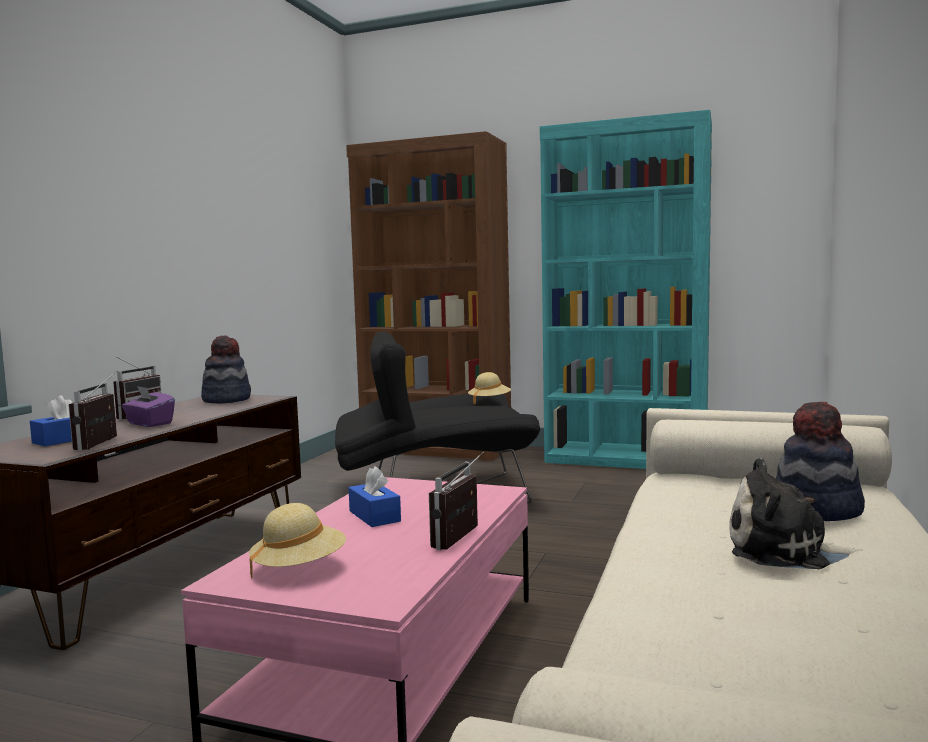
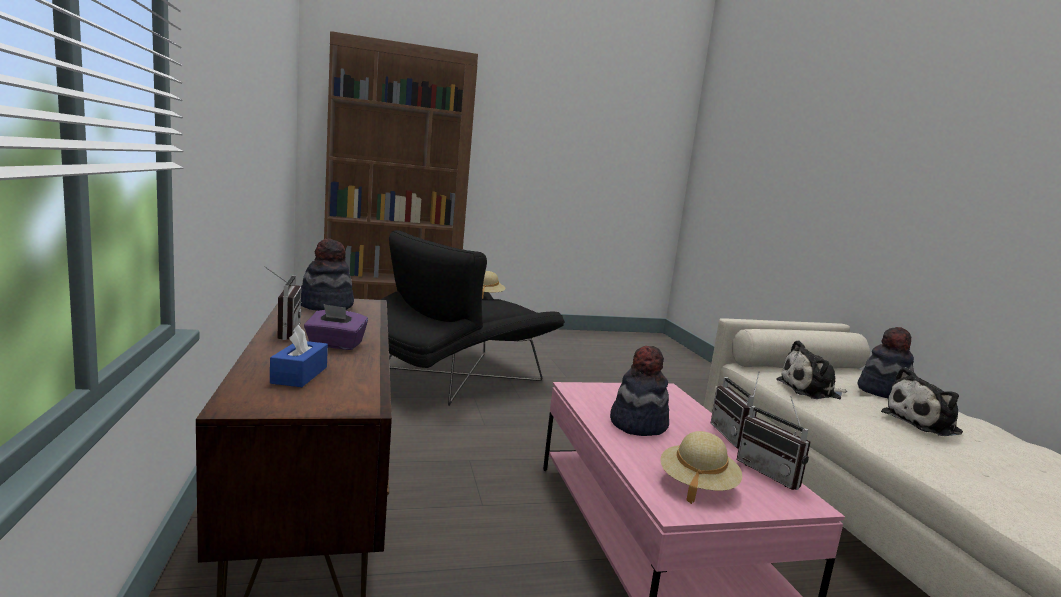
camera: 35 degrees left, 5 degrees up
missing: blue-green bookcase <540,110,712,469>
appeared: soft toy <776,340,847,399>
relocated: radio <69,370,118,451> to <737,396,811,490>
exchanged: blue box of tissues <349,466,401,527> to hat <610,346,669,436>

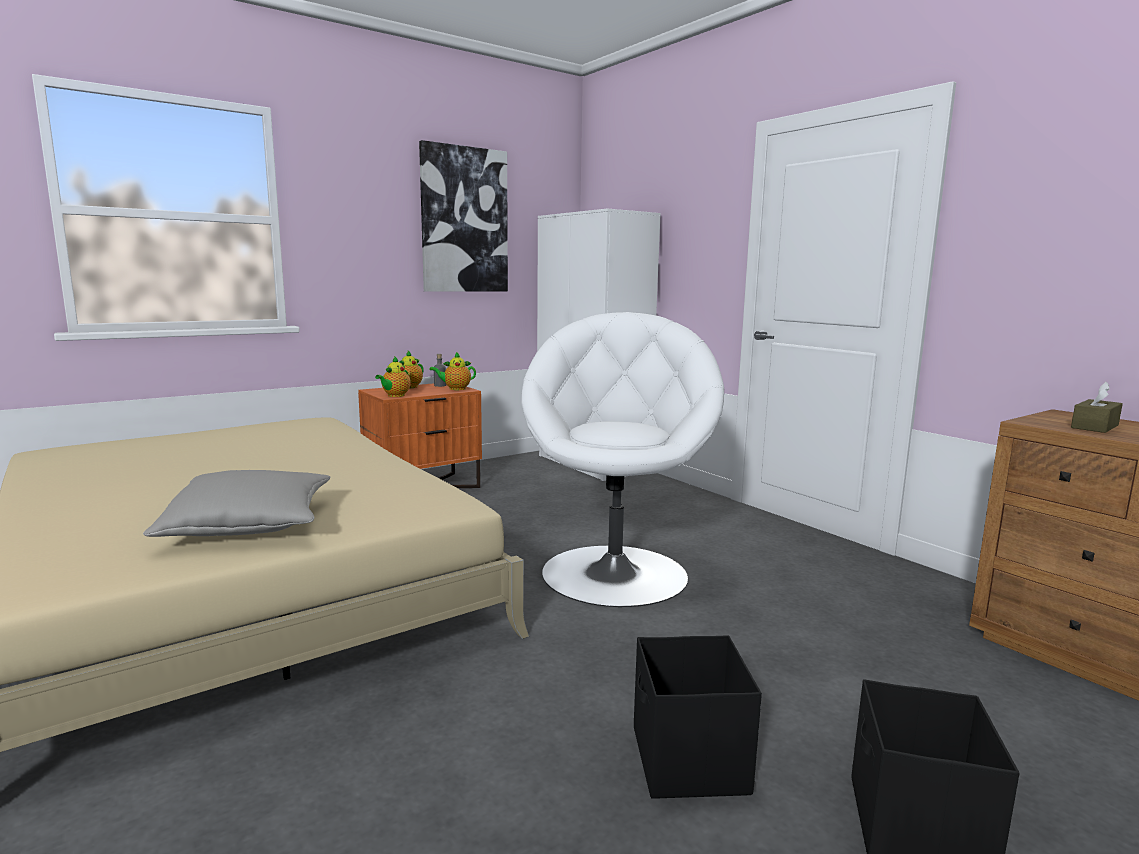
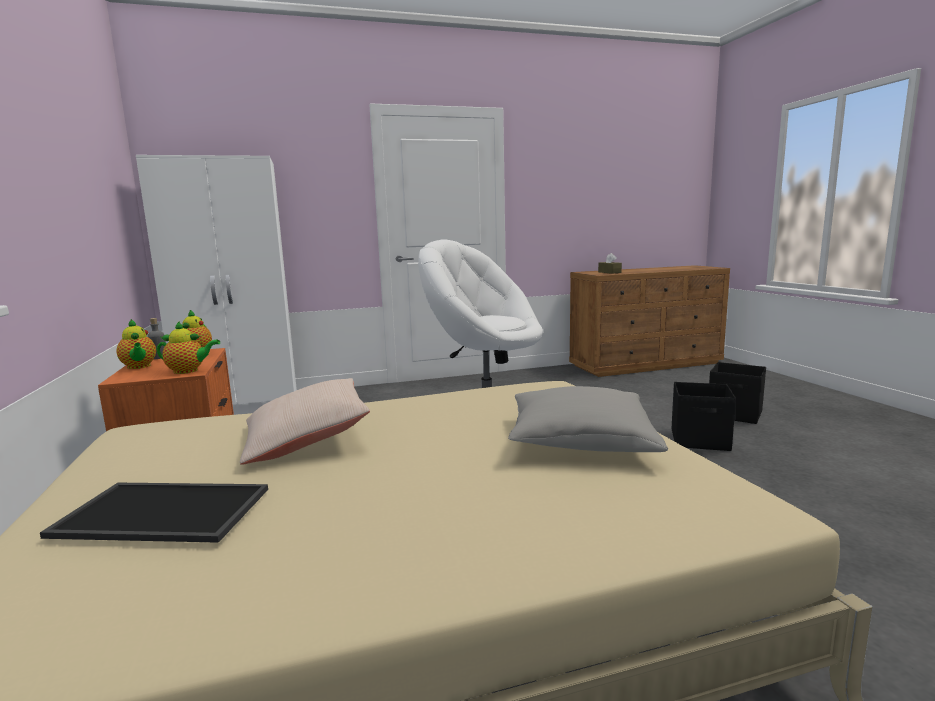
camera: 70 degrees left, 0 degrees up
missing: wall picture <419,140,508,292>
appeared: carrying tray <40,483,268,543>; beige throw pillow <240,378,370,465>
spun: pot for tea <375,356,411,397> = <157,321,220,374> 45 degrees counterclockwise

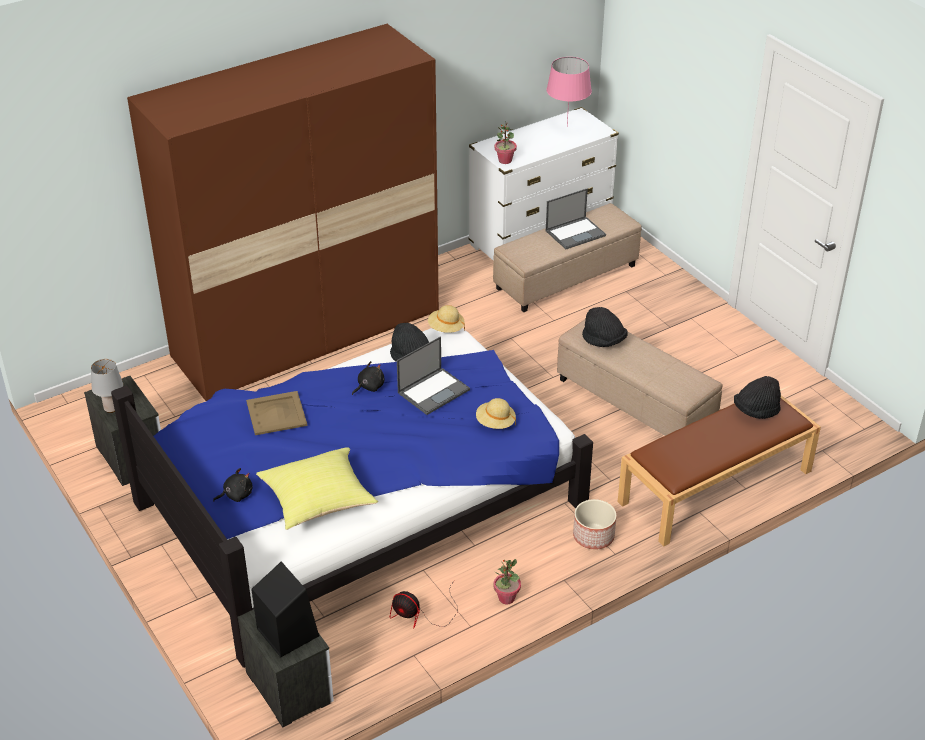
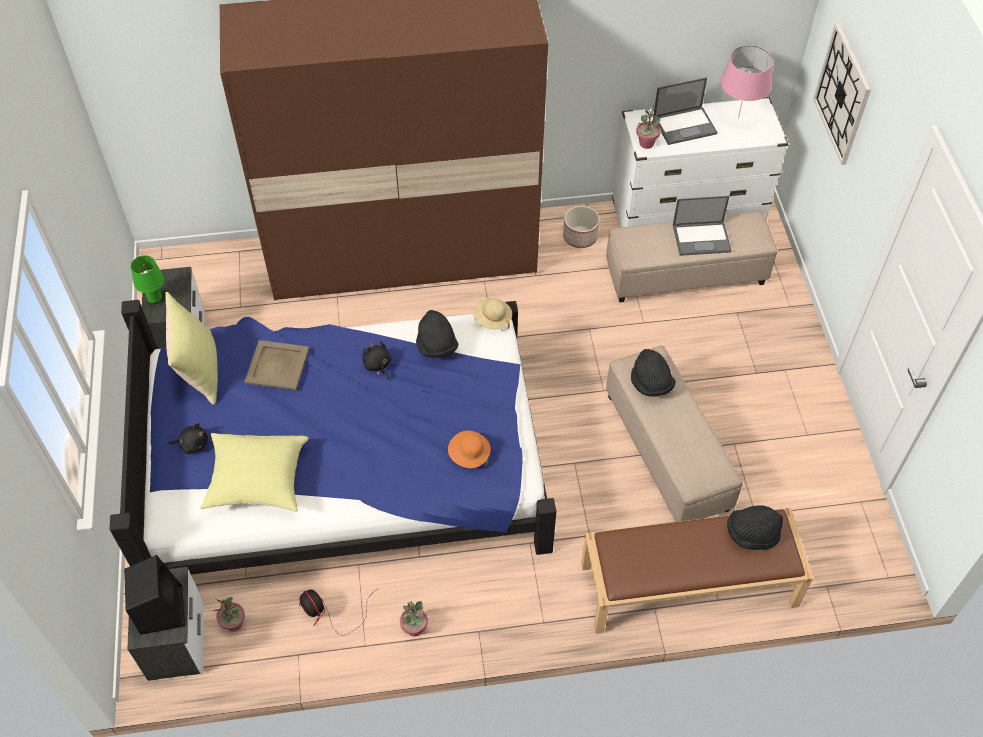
camera: 25 degrees right, 15 degrees up
appeared: yellowish throw pillow <165,292,218,405>; houseplant <214,597,245,632>; clock on the wall <813,23,871,165>
relocated: laptop <397,336,470,415> to <653,77,718,145>; flower pot <573,499,617,549> to <563,206,600,248>
colour: grey lamp for a table <91,359,123,413> to green-coloured lamp for a table <131,256,164,303>; beige hat <476,398,516,429> to orange hat <448,431,491,468>
spun: black soft toy <352,361,384,395> = <363,341,391,380> 105 degrees counterclockwise

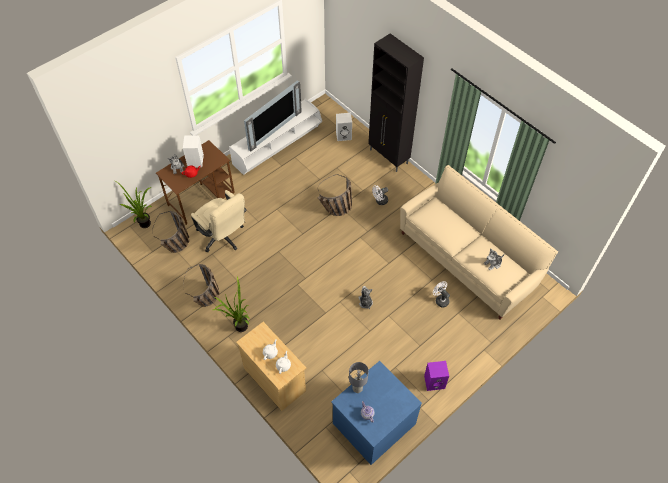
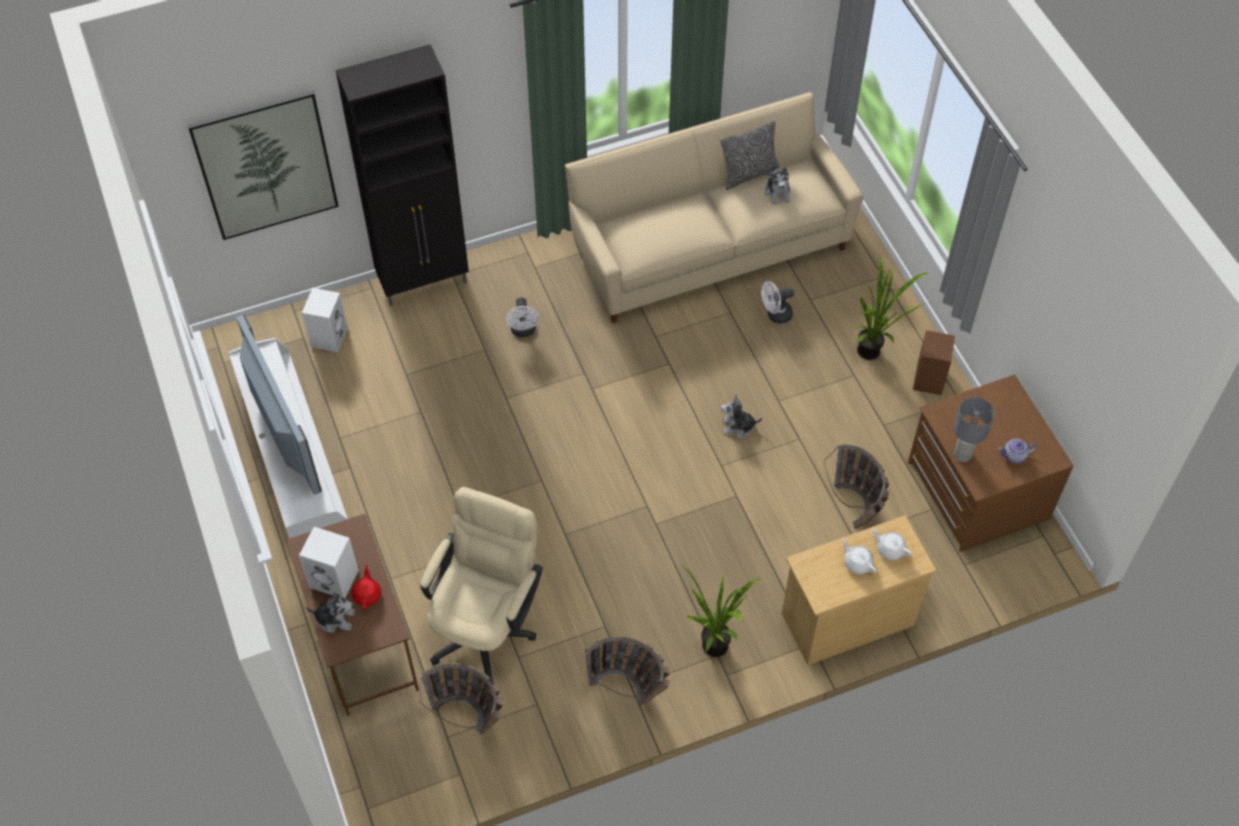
camera: 70 degrees left, 0 degrees up
appeared: wall picture <188,90,339,240>; throw pillow <721,121,780,190>
relocated: houseplant <116,181,153,228> to <856,257,928,360>; basket <317,174,352,216> to <824,444,889,529>
colour: blue chest of drawers <331,361,422,465> to brown-coloured chest of drawers <908,375,1074,552>; purplish audio speaker <424,361,449,391> to brown-coloured audio speaker <913,330,955,395>
spun: beige desk chair <191,190,247,252> = <421,487,543,685> 45 degrees counterclockwise

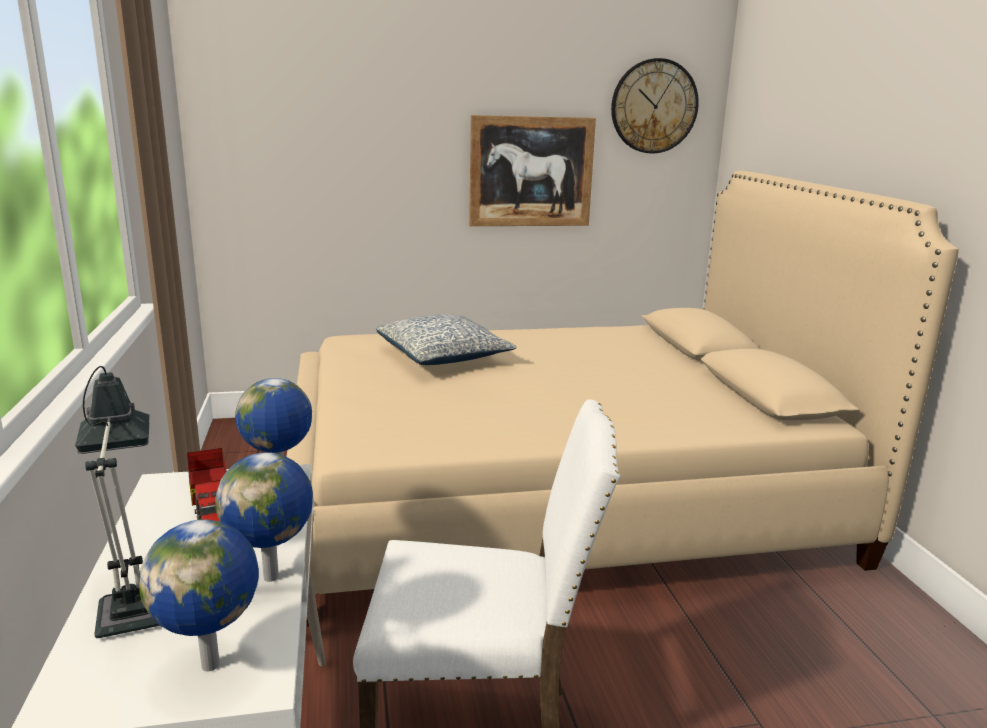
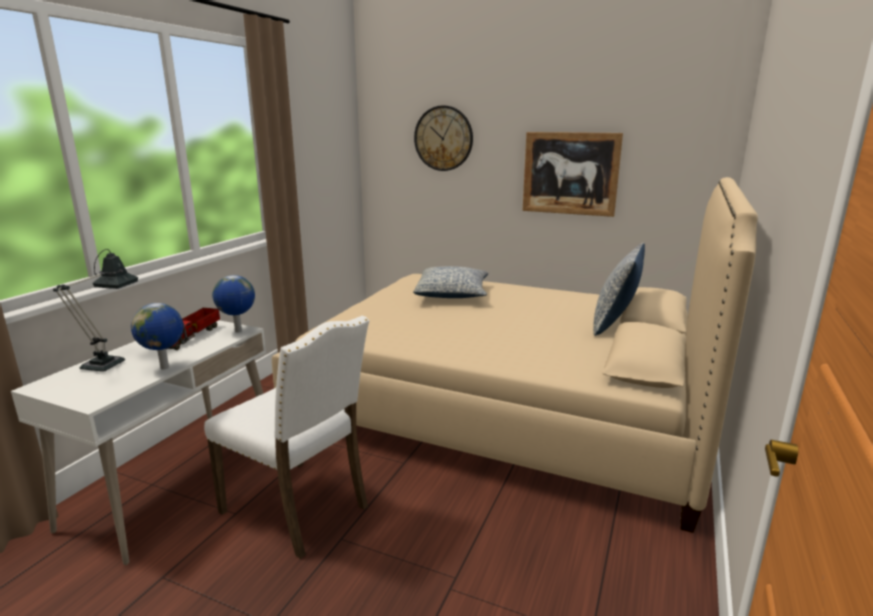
camera: 35 degrees right, 0 degrees up
missing: globe <139,520,259,671>
appeared: throw pillow <593,243,645,336>
relocated: clock on the wall <611,58,699,154> to <414,105,473,171>

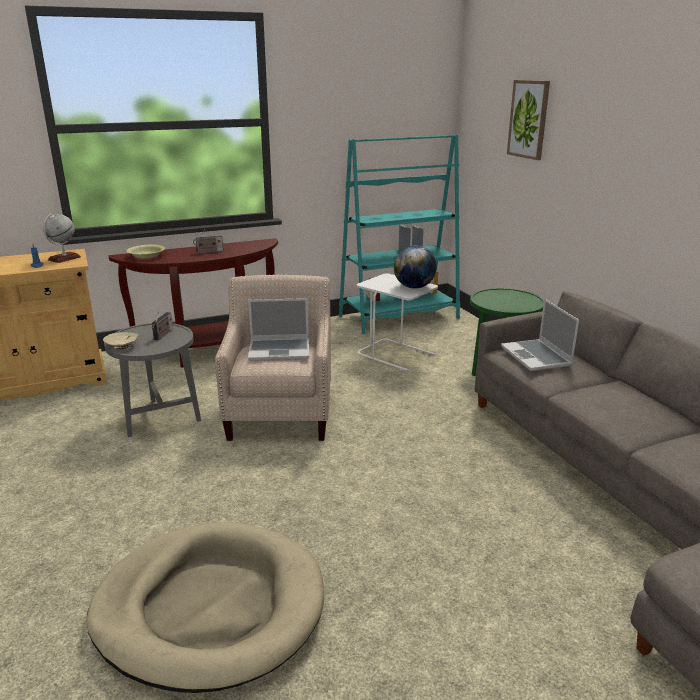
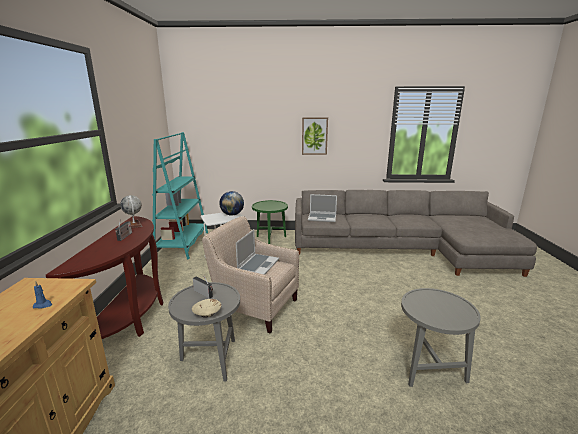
camera: 65 degrees left, 5 degrees down
missing: yellowish serving bowl <126,245,165,259>
relocated: globe <43,214,81,263> to <120,195,142,229>; wall picture <507,80,550,160> to <302,117,328,155>
exchanged: beige dog cushion <87,522,324,693> to grey side table <401,288,481,387>

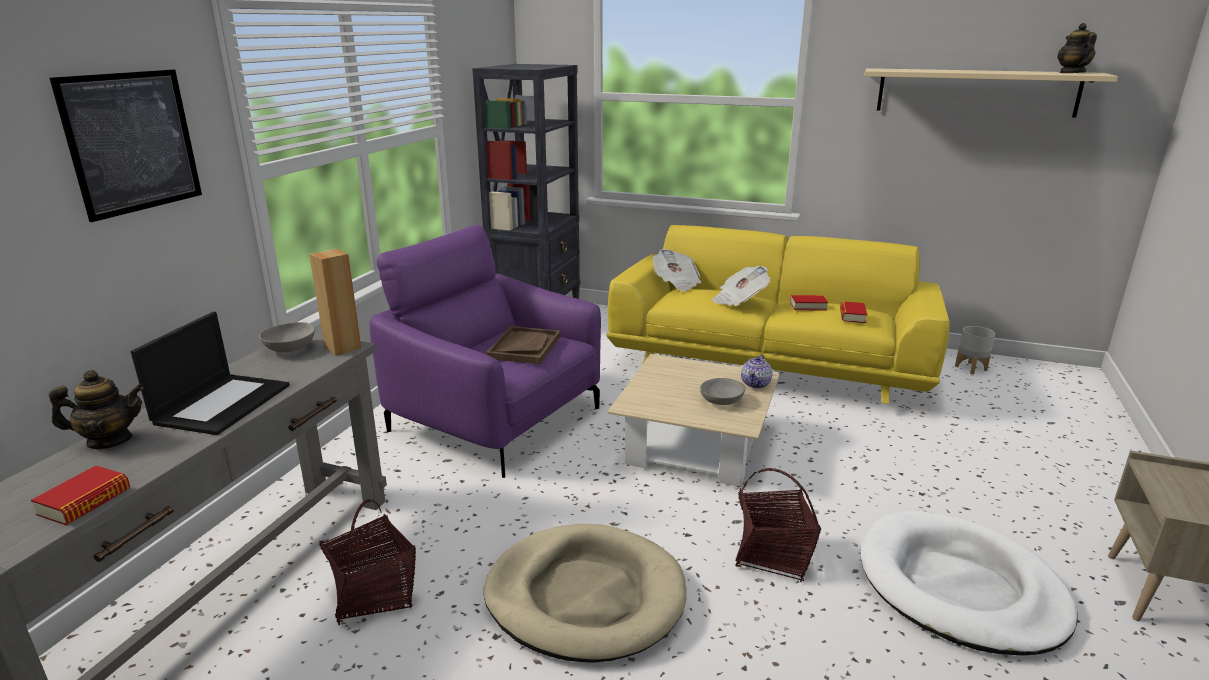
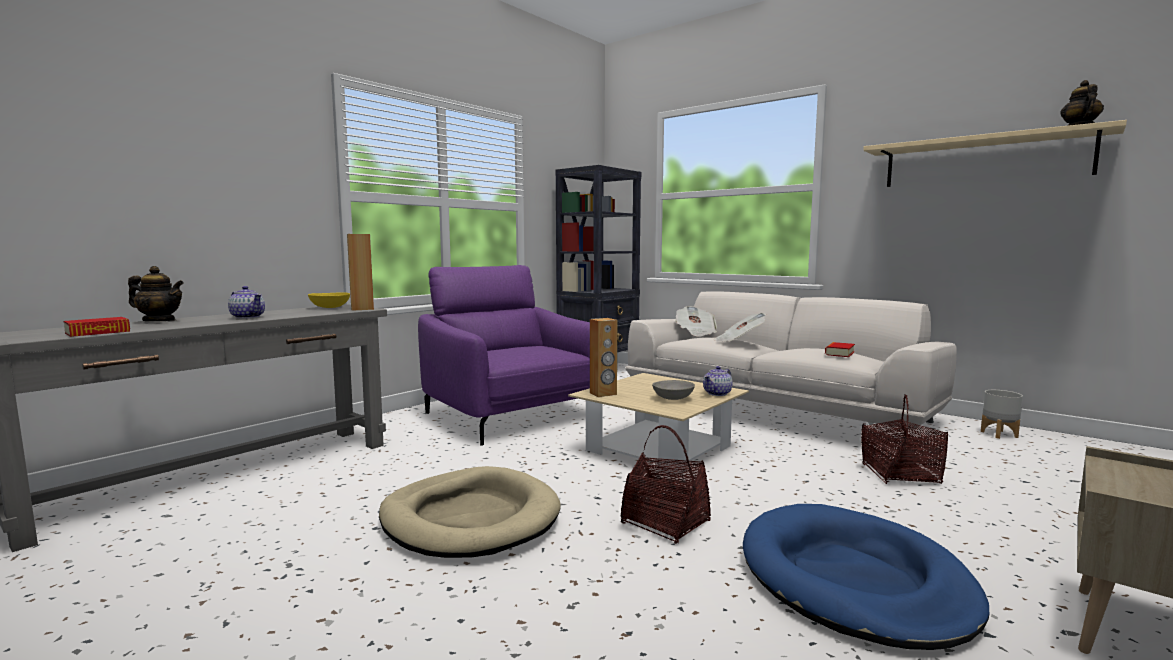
camera: 20 degrees right, 15 degrees down
missing: wall picture <50,69,202,222>; brown-coloured carrying tray <486,326,561,364>; bound book <790,295,828,311>
appeared: brown-coloured audio speaker <590,318,618,397>
relocated: basket <319,499,416,625> to <861,394,948,484>
exchanged: laptop <131,312,290,435> to pot for tea <228,286,265,319>
colour: grey serving bowl <259,322,315,352> to yellowish serving bowl <308,293,350,308>; yellowish sofa <606,225,950,404> to white sofa <625,292,957,436>; white dog cushion <861,510,1078,656> to blue dog cushion <743,504,989,650>

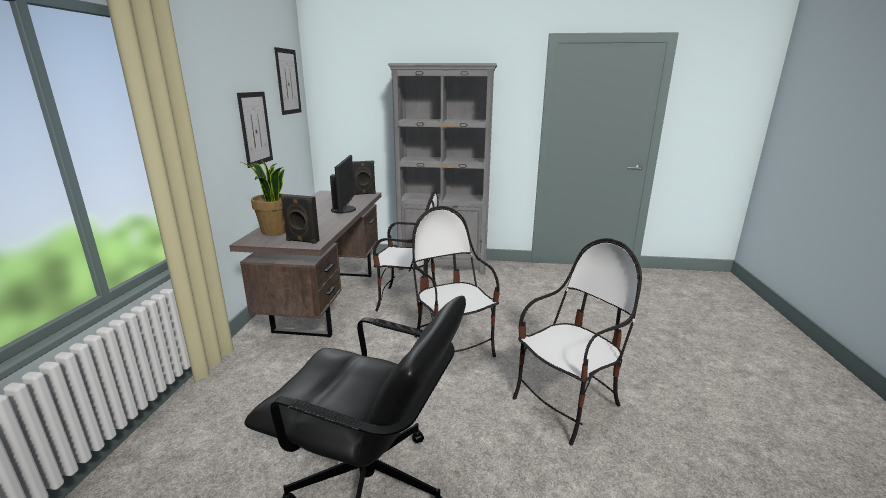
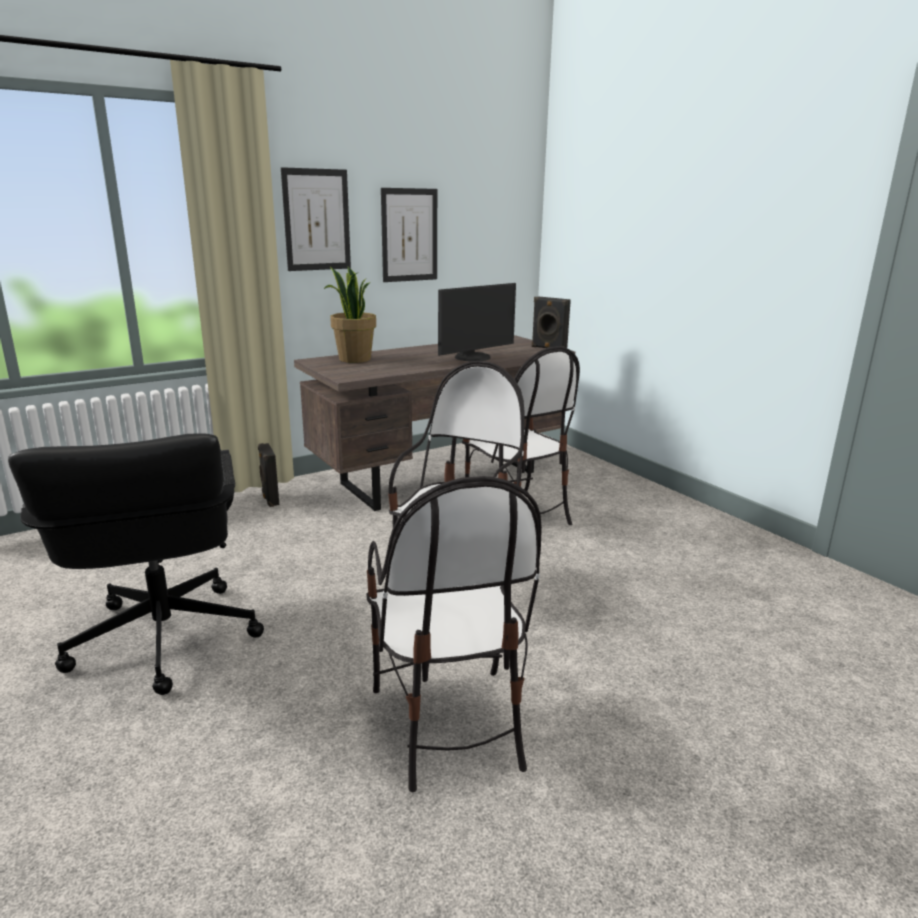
camera: 50 degrees right, 0 degrees up
missing: grey bookcase <388,63,497,274>
relocated: wall picture <274,47,302,115> to <281,167,351,271>; black audio speaker <281,194,320,244> to <258,443,279,507>
spun: chair <513,238,642,445> = <367,476,542,793> 60 degrees clockwise

